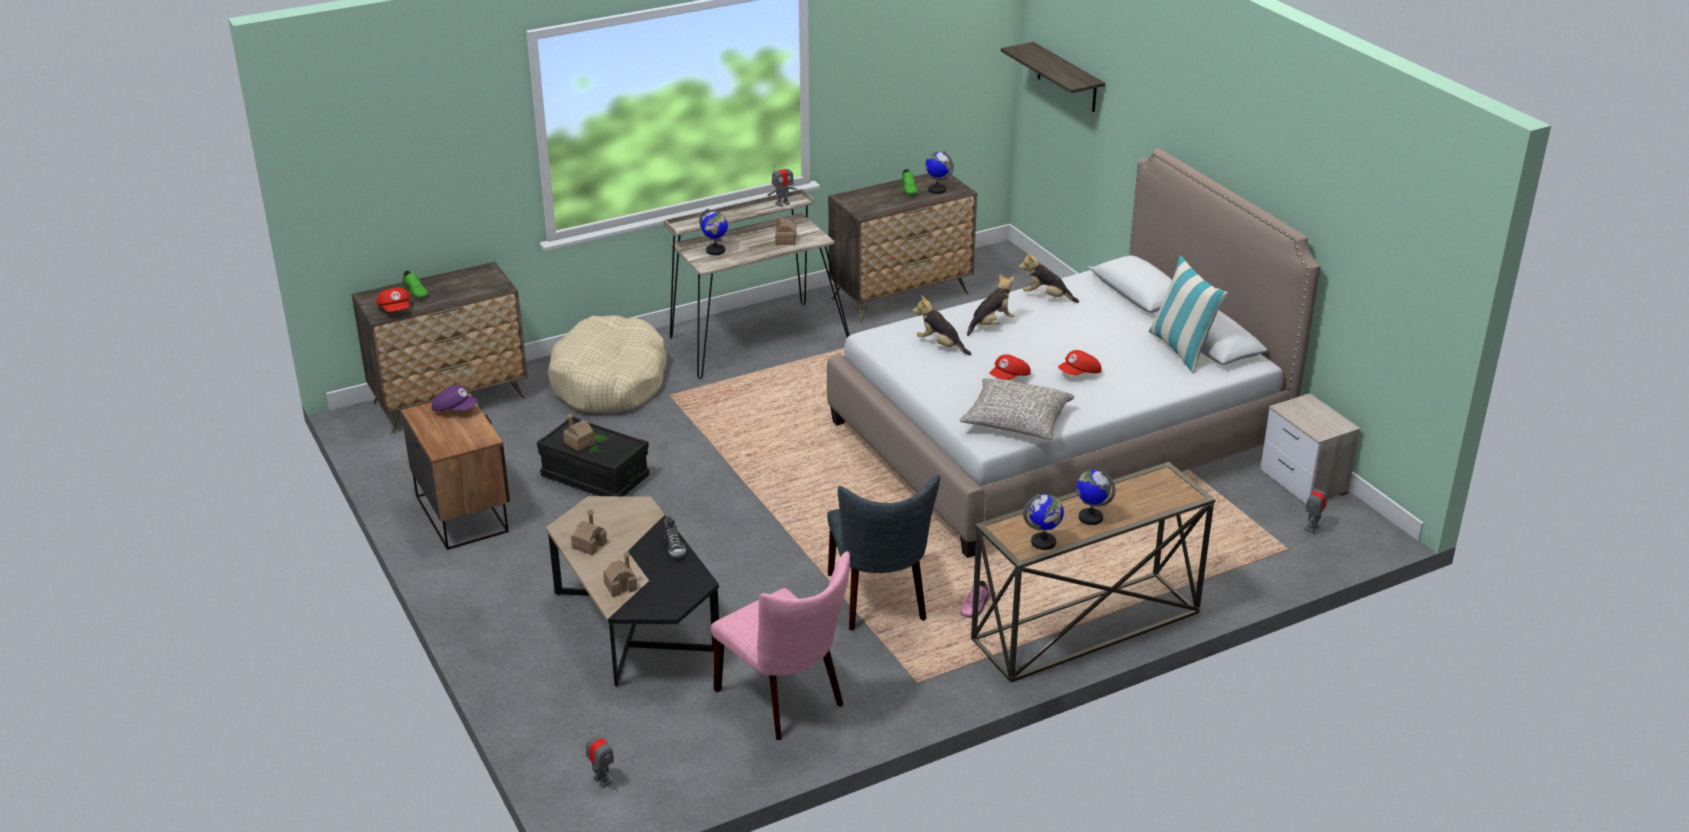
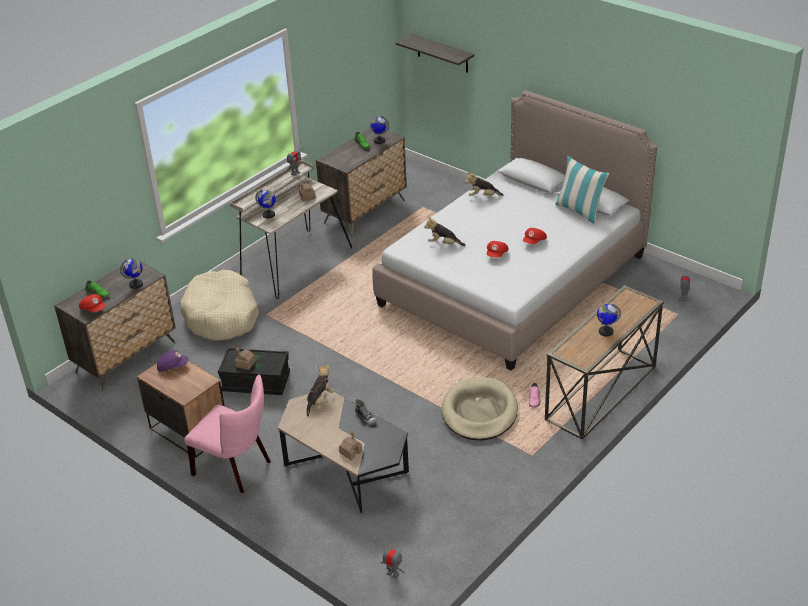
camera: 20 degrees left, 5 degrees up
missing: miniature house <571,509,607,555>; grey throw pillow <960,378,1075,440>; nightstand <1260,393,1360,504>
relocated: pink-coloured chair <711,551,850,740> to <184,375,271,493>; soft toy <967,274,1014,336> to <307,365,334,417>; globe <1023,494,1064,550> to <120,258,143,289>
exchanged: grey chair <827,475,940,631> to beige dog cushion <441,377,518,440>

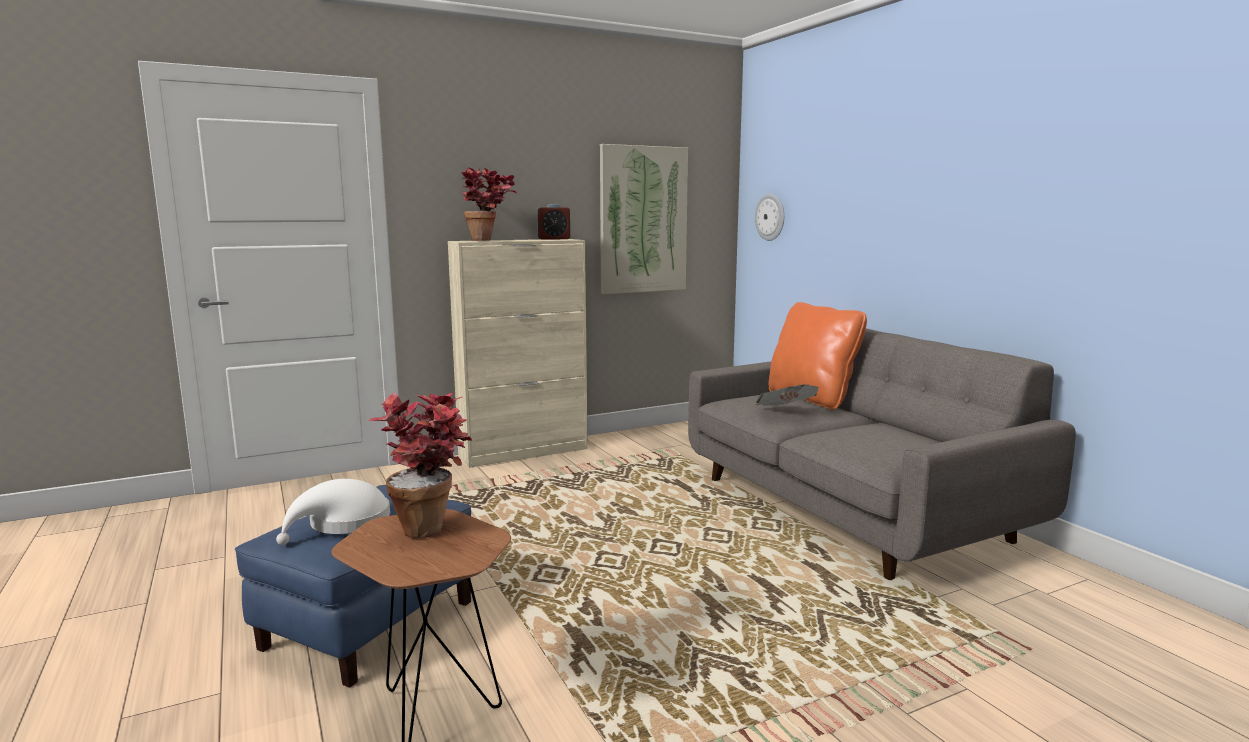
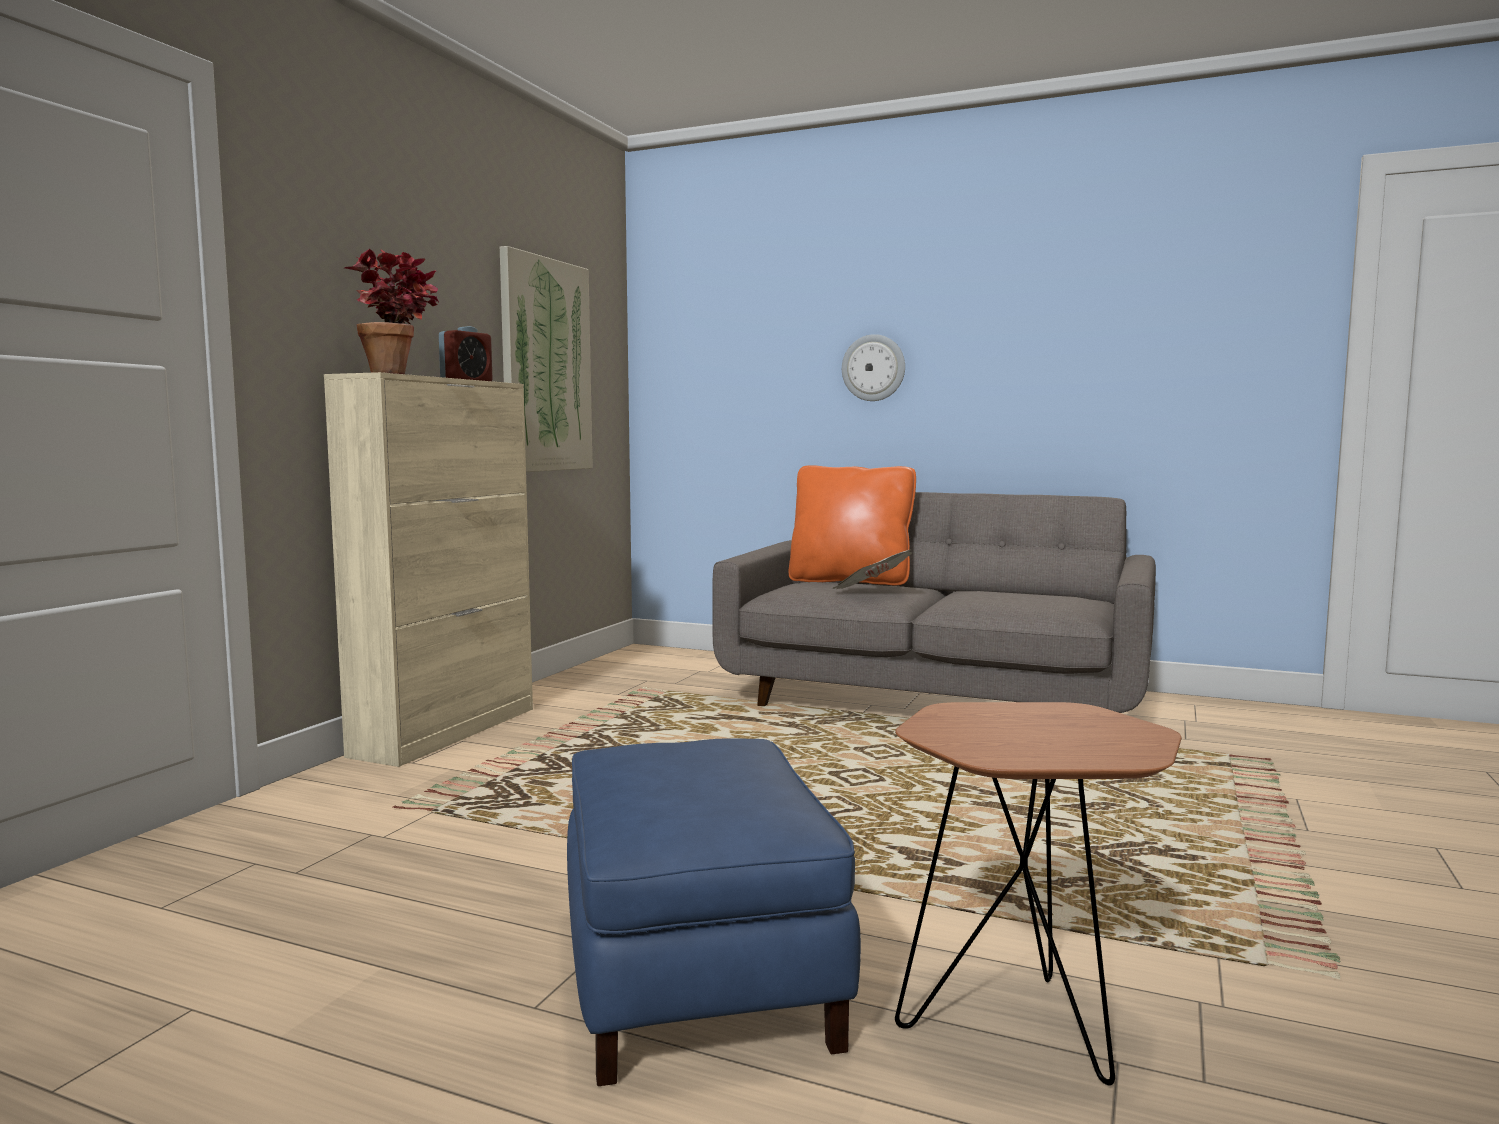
camera: 40 degrees left, 5 degrees down
missing: white hat <276,479,390,545>; houseplant <369,392,472,538>
relocated: clock on the wall <755,193,784,241> to <842,334,905,401>

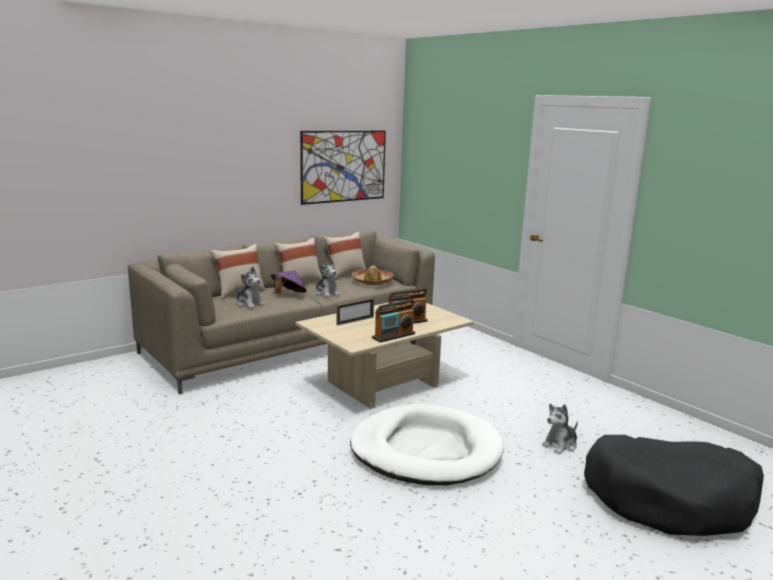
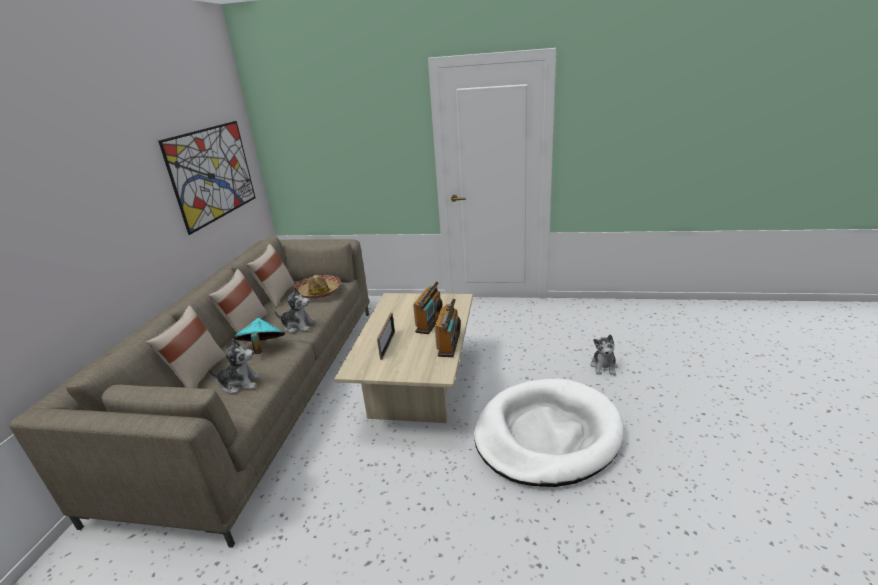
camera: 40 degrees left, 10 degrees up
missing: black dog cushion <584,435,764,536>
colour: purplish hat <271,270,307,294> to blue-green hat <233,318,285,354>

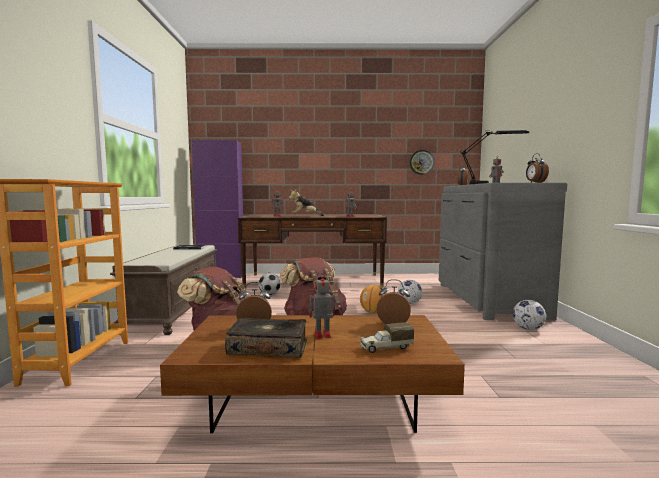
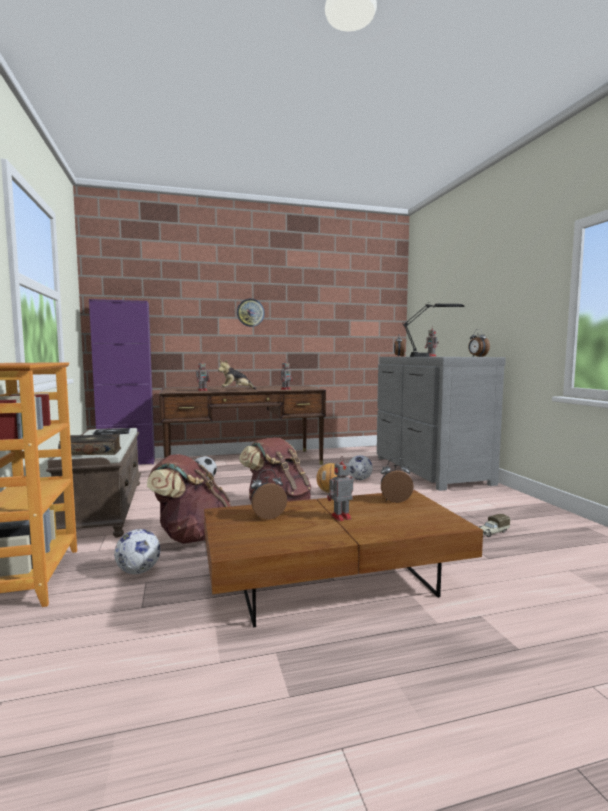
camera: 15 degrees left, 0 degrees up
relocated: bound book <225,318,307,358> to <58,434,121,456>; toy lorry <360,322,414,353> to <479,514,510,537>; clock on the wall <409,150,434,175> to <237,299,265,327>; football <513,300,546,330> to <114,529,161,574>

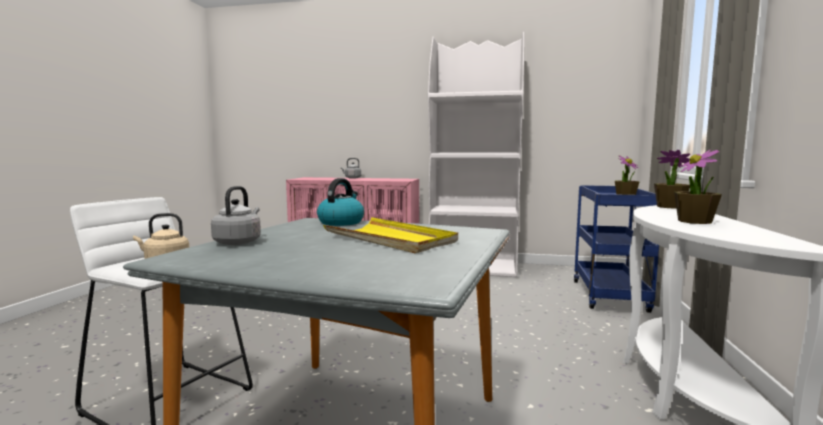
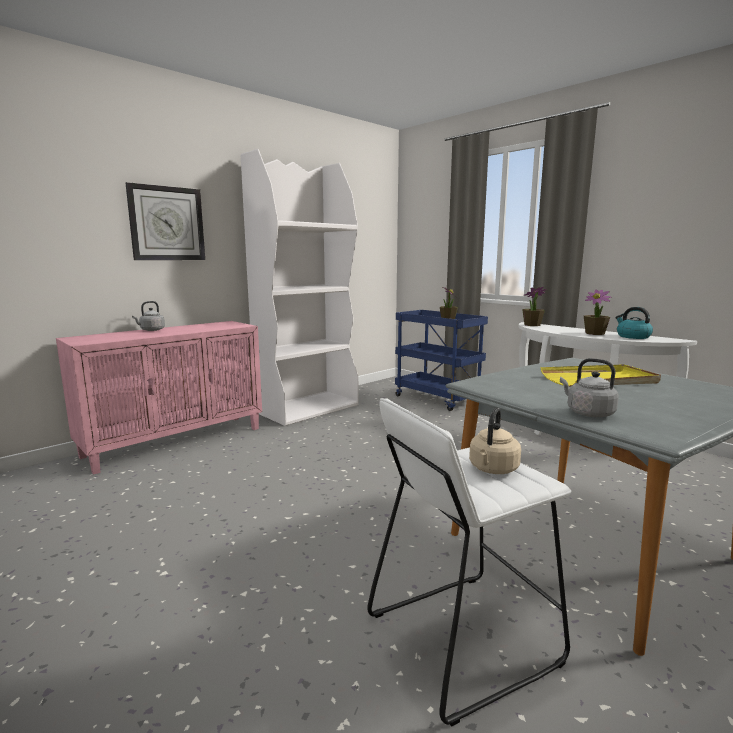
camera: 55 degrees left, 5 degrees up
appeared: clock on the wall <126,182,205,260>
relocated: tea kettle <317,178,364,226> to <615,307,653,339>

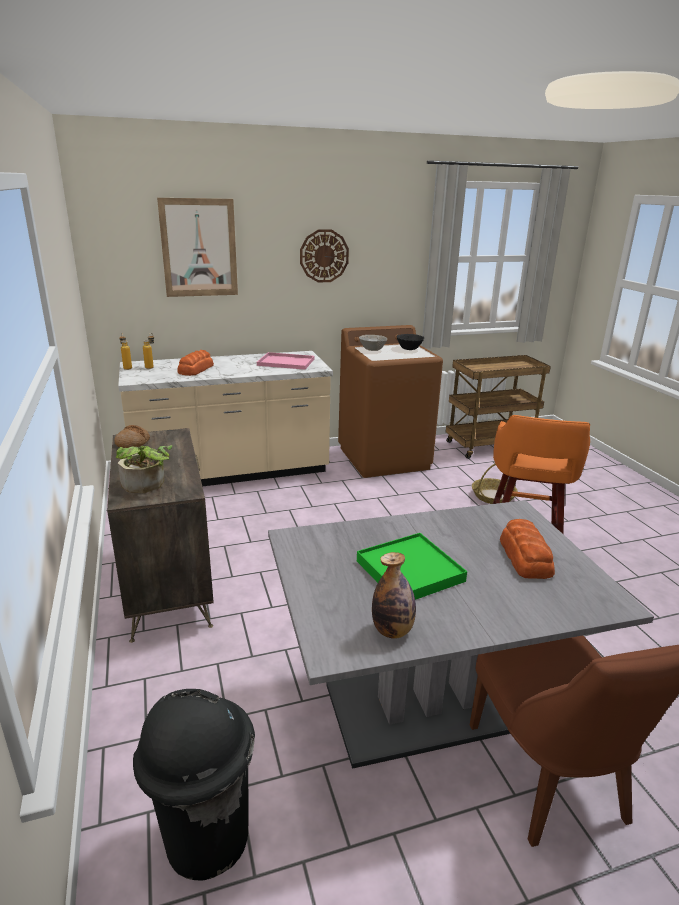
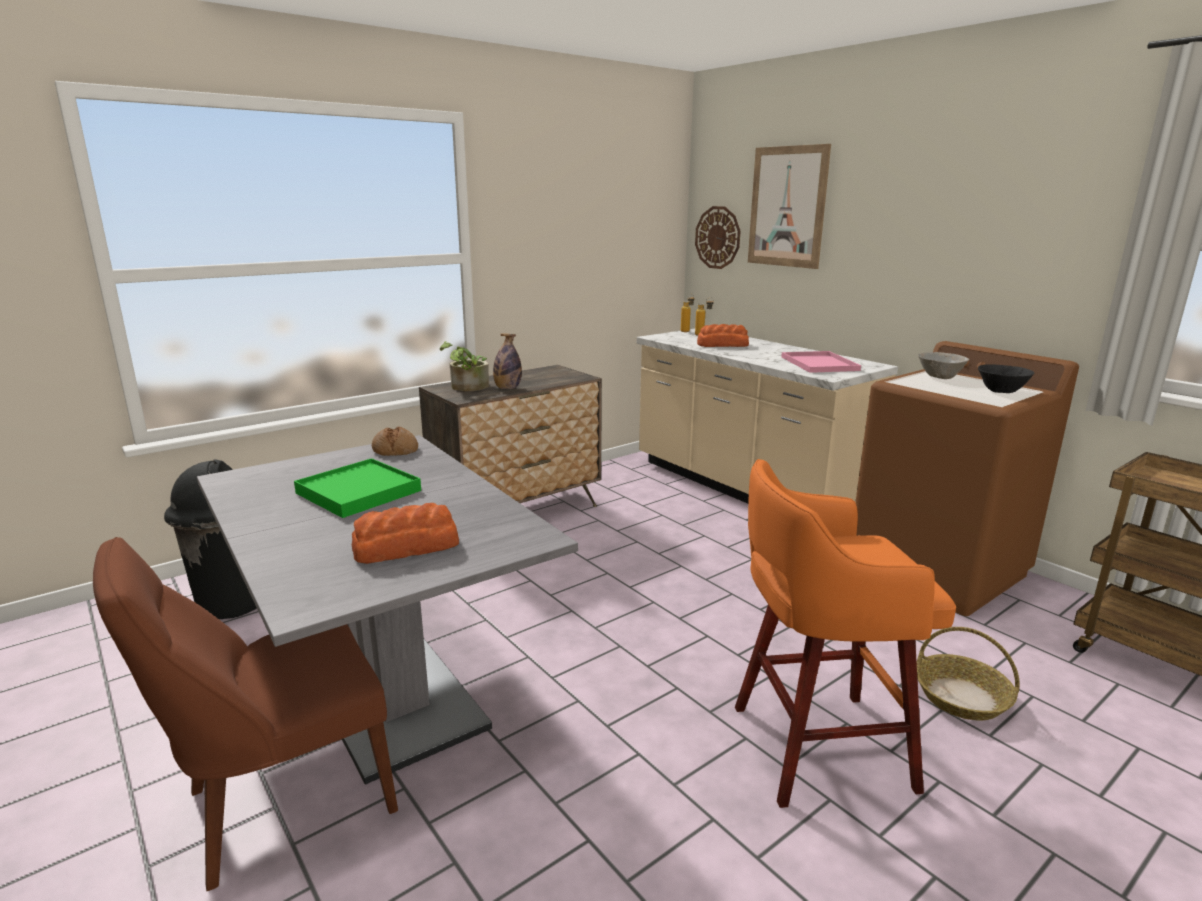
camera: 70 degrees right, 5 degrees down
relocated: bakery bread <114,425,150,448> to <372,426,418,456>; clock on the wall <300,229,349,282> to <695,206,740,269>; beverage bottle <372,552,416,638> to <493,333,522,389>

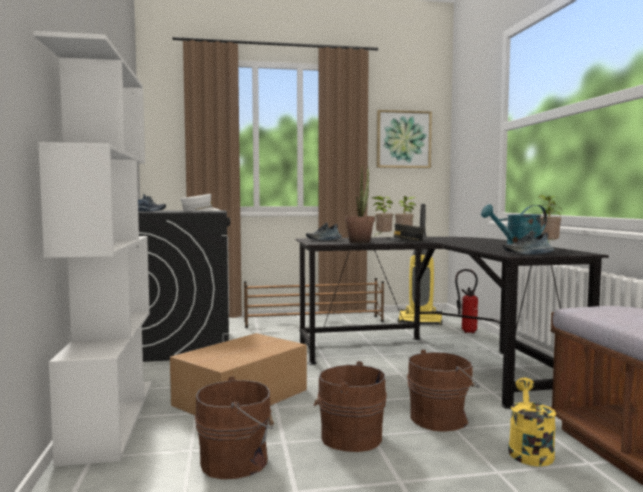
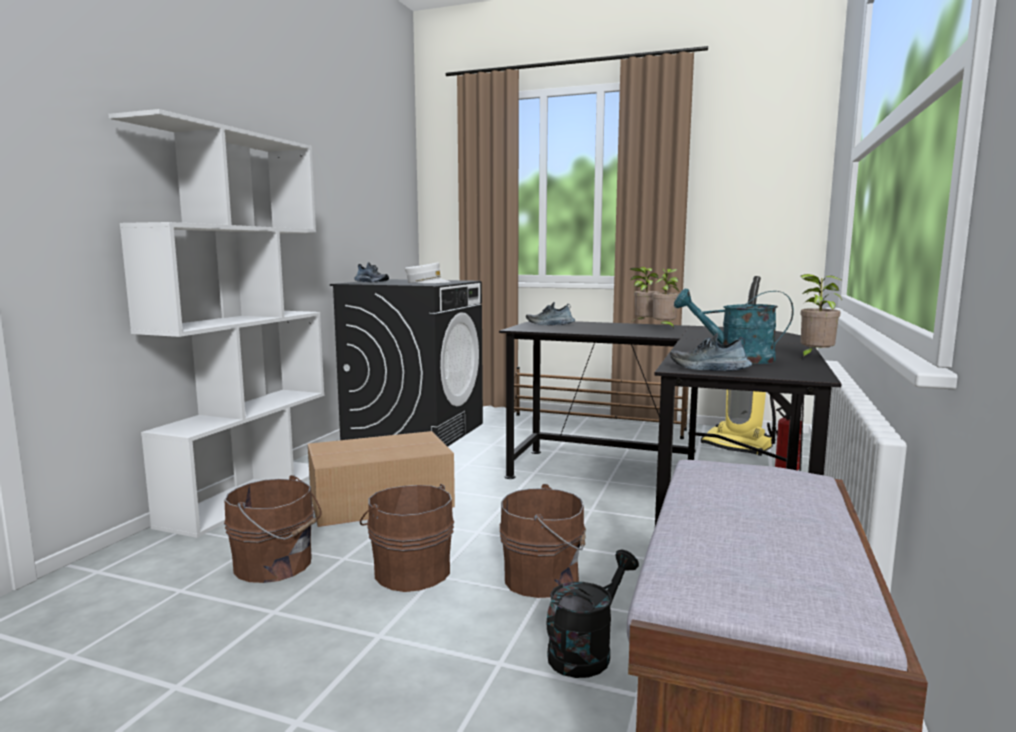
camera: 30 degrees right, 5 degrees up
missing: houseplant <345,165,375,243>; wall picture <376,110,432,168>; grey cap <387,223,425,242>
colour: yellowish watering pot <508,378,556,466> to black watering pot <547,550,639,678>

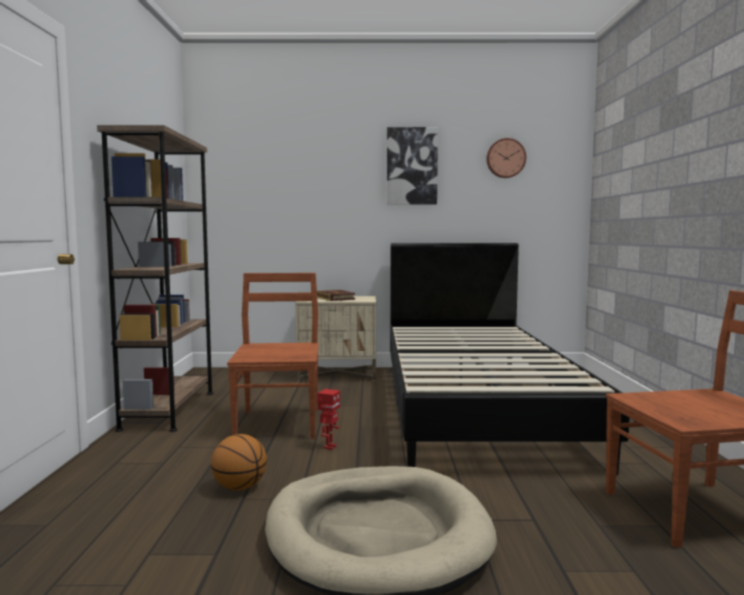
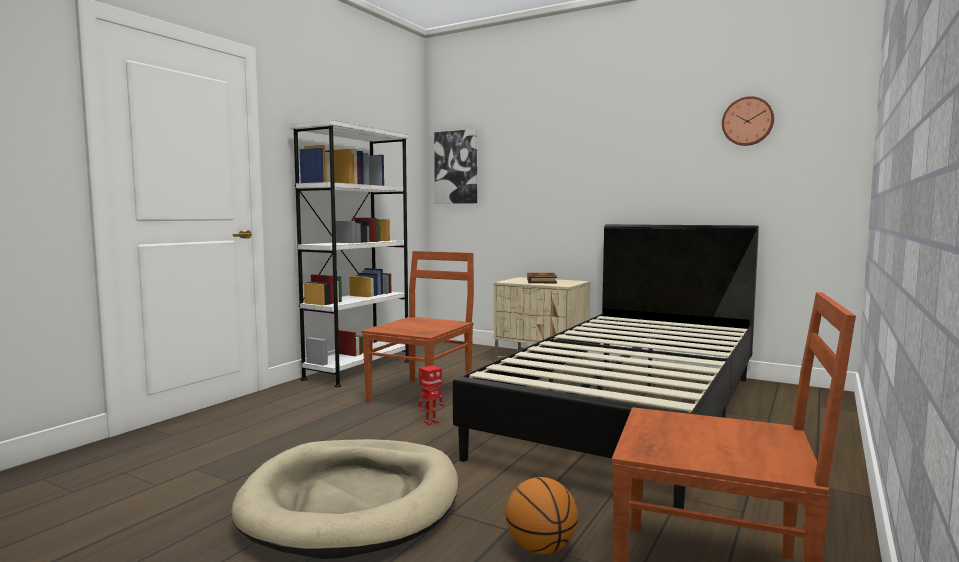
camera: 30 degrees right, 0 degrees up
relocated: ball for basketball <211,434,267,491> to <506,477,578,554>; wall picture <387,127,438,205> to <434,129,477,204>
colour: brown-coloured bookcase <97,125,214,432> to white bookcase <290,120,409,387>

